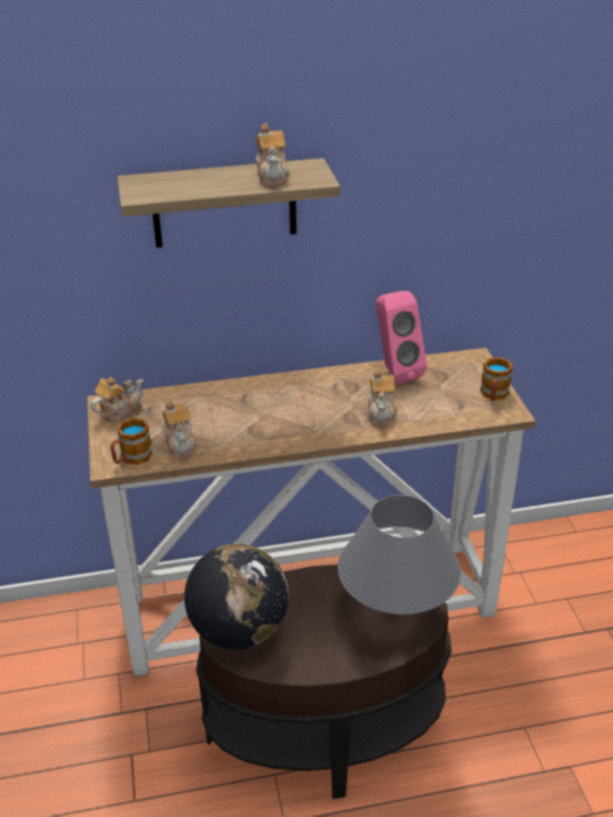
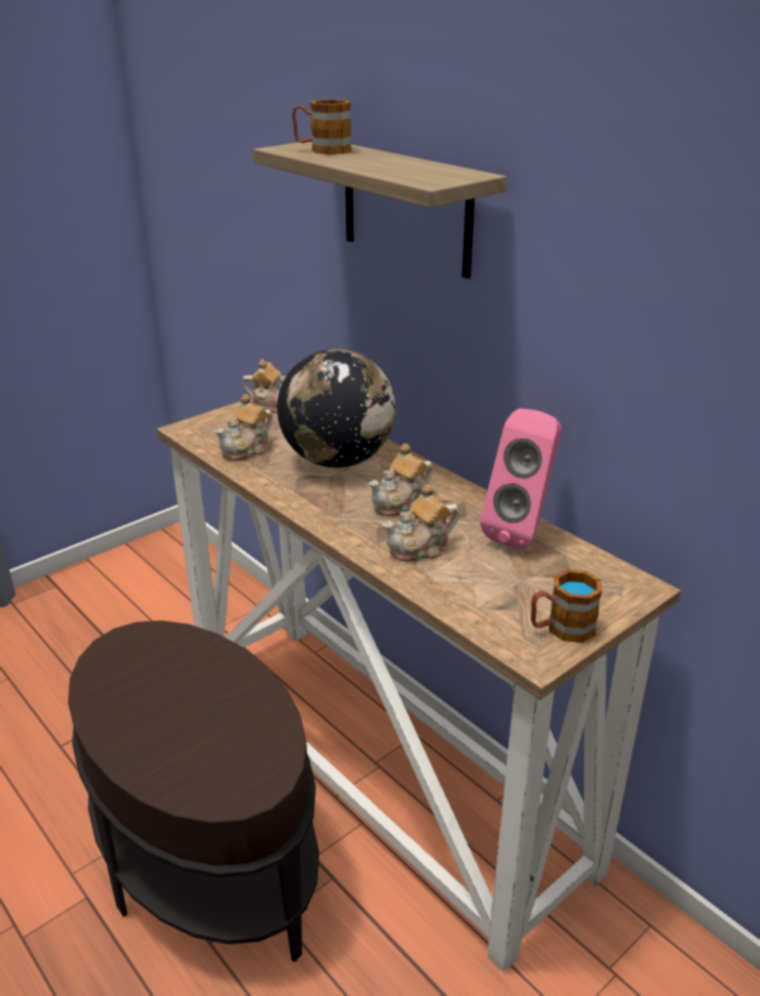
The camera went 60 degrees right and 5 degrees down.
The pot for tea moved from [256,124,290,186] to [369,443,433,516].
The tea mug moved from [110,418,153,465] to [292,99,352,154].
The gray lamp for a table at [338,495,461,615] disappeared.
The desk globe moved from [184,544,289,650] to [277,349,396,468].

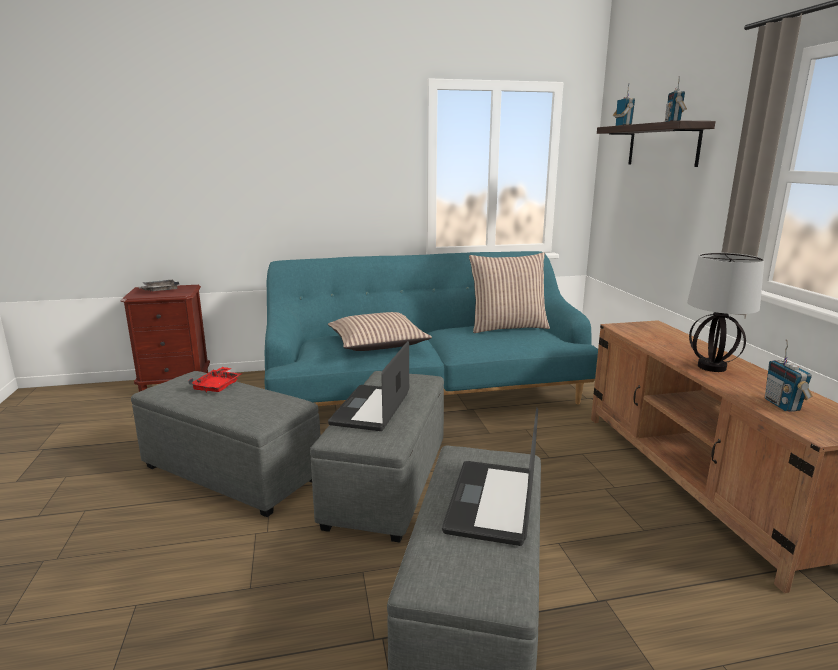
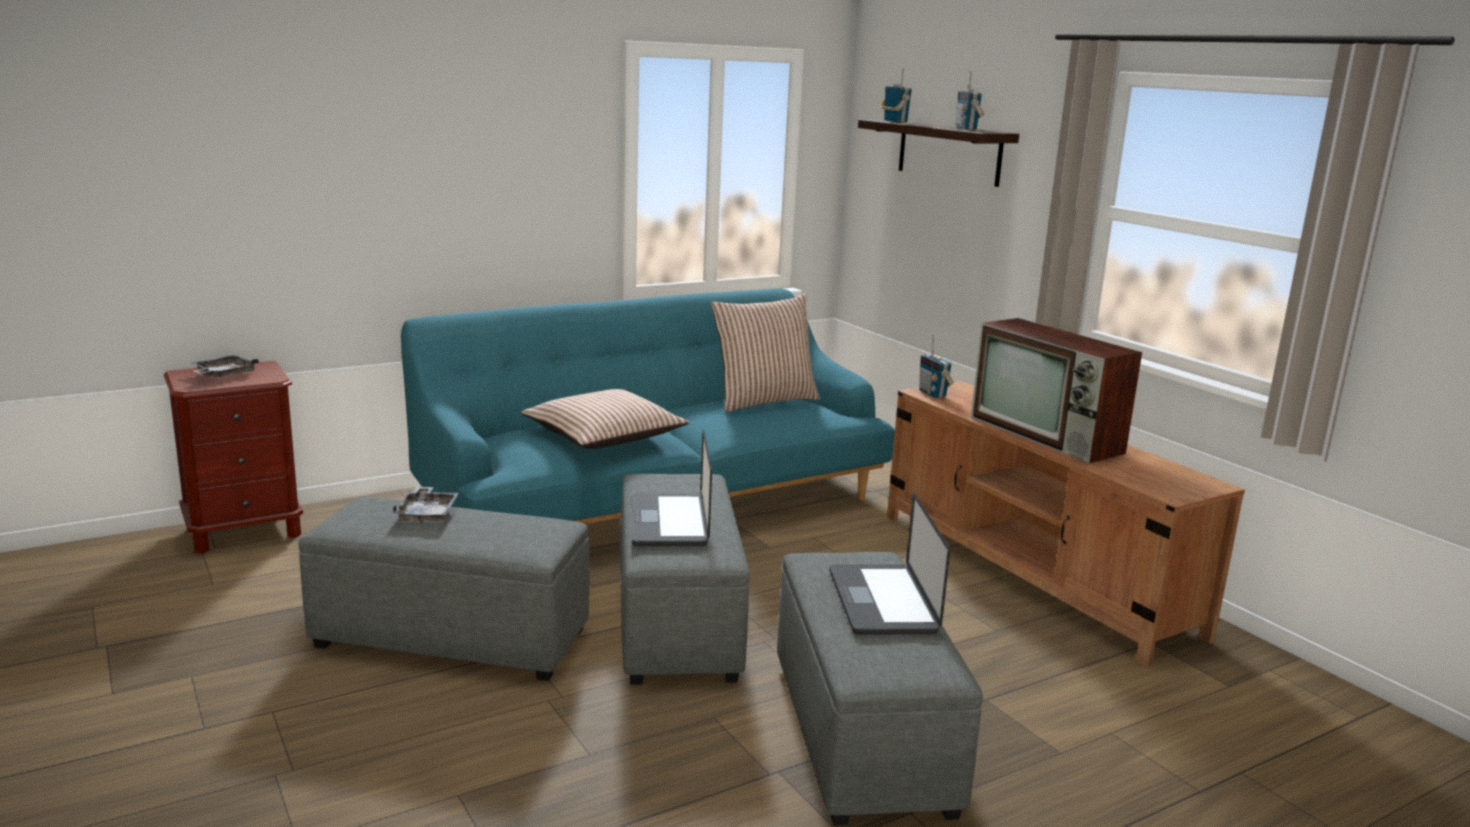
The camera went 20 degrees left and 0 degrees up.
The lamp for a table at [687,252,764,372] was replaced by the television at [971,318,1142,463].
The radio moved from [765,340,812,412] to [919,335,954,398].
The red-coloured serving tray at [188,367,241,393] became the gray serving tray at [392,486,459,524].

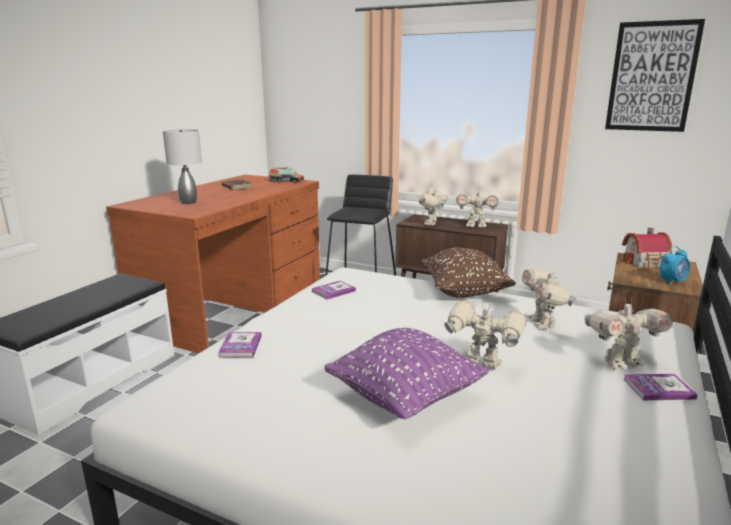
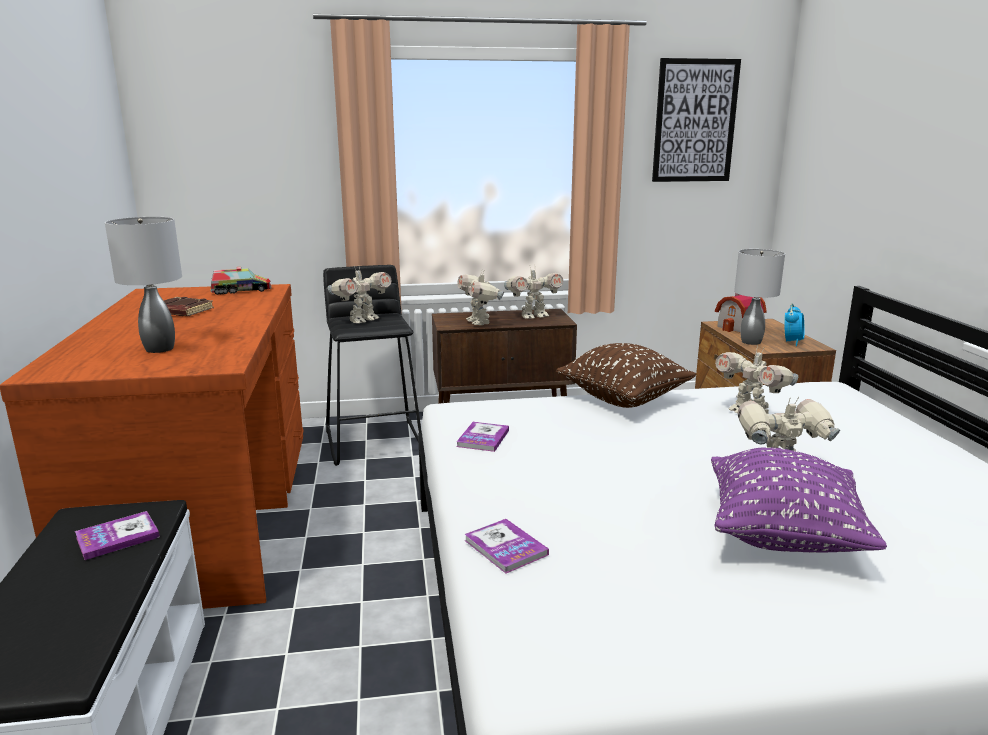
The camera went 35 degrees left and 0 degrees up.
The toy robot moved from [585,297,673,369] to [328,266,392,323].
The volume moved from [624,374,697,400] to [75,511,160,560].
The gray lamp for a table at [734,249,785,345] appeared.

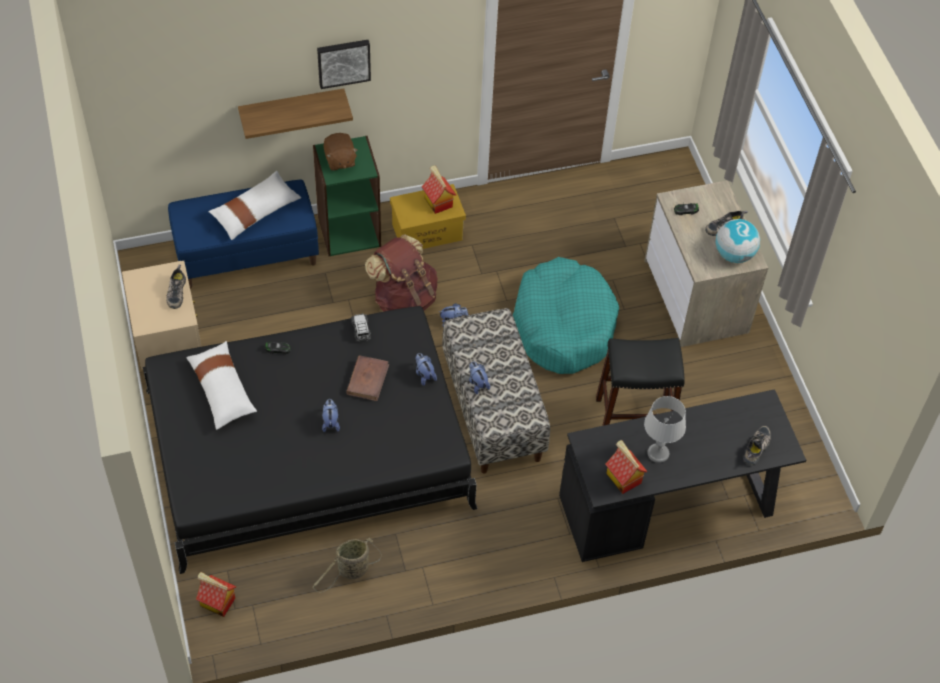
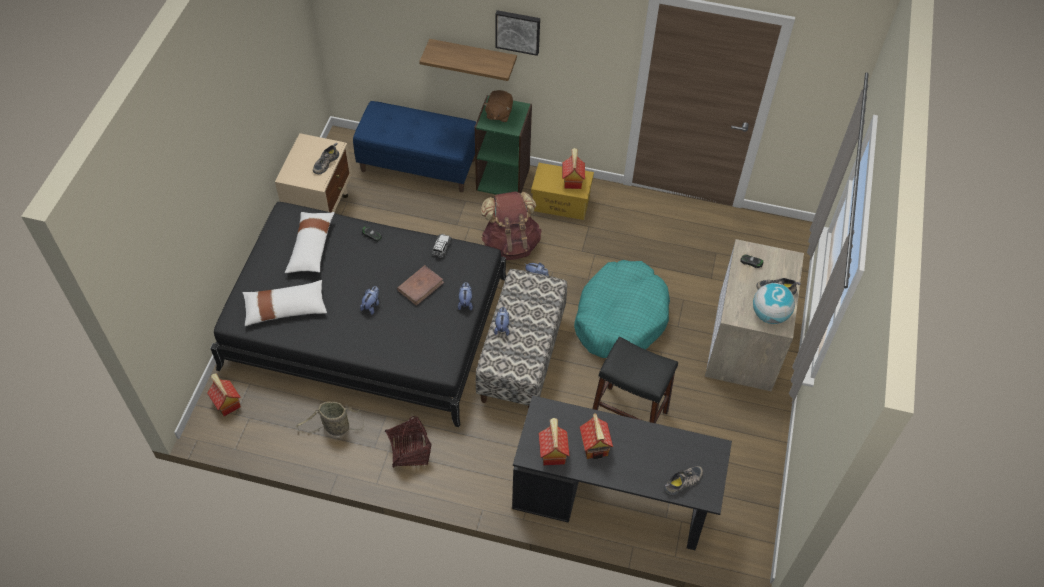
The camera went 30 degrees right and 0 degrees up.
The whitish pillow moved from [208,171,301,240] to [242,280,327,326].
The gray lamp for a table at [644,396,686,463] was replaced by the model house at [580,413,613,459].
The basket at [385,416,431,468] appeared.

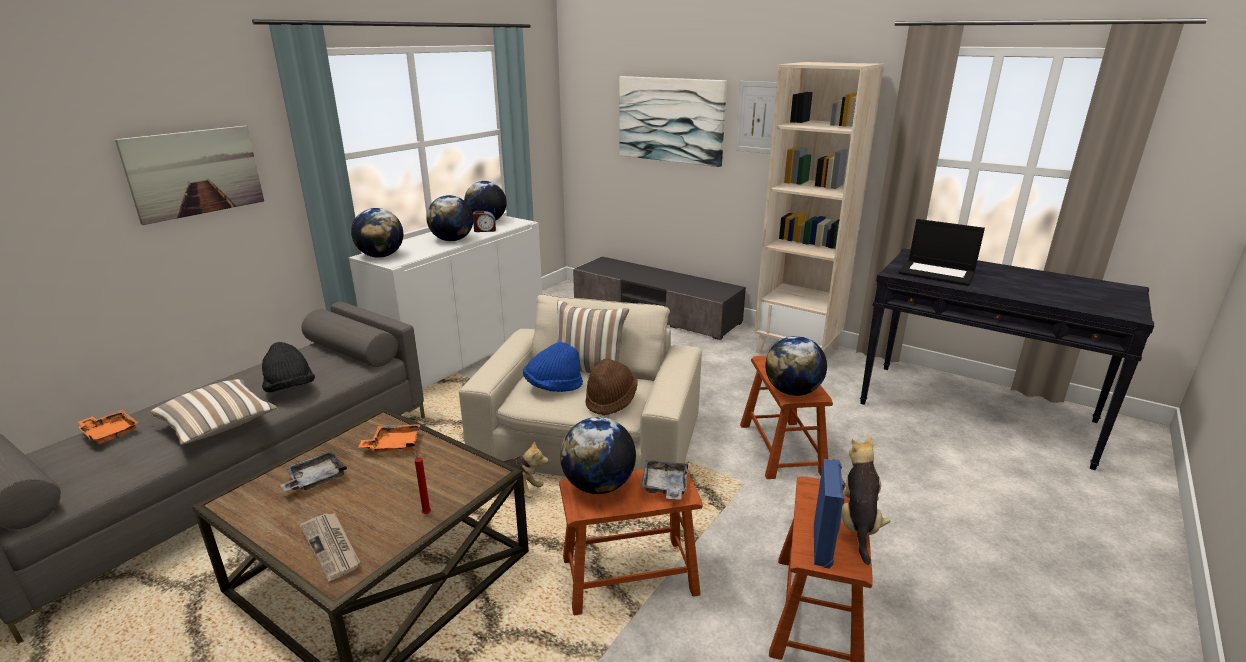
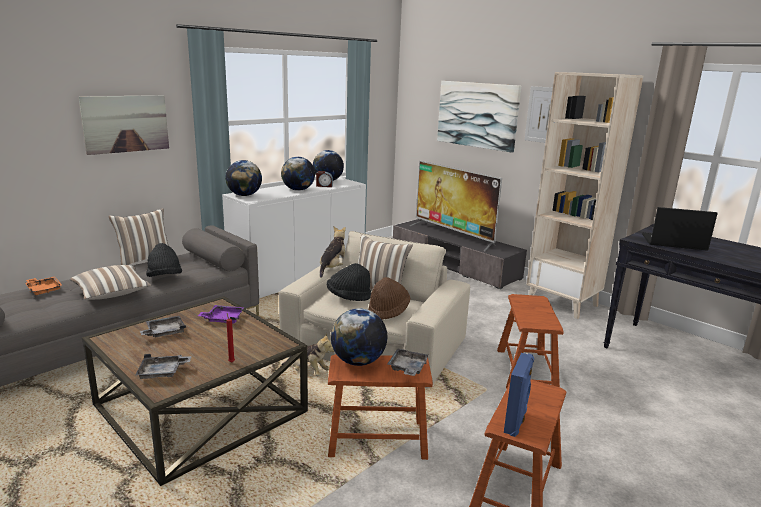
The camera went 10 degrees right and 5 degrees down.
The laptop at [899,219,985,286] turned 150 degrees clockwise.
The desk globe at [765,336,827,396] disappeared.
The blue wearable hat at [523,342,583,392] became the blackish wearable hat at [327,263,371,301].
The orangey serving tray at [358,424,421,453] became the purple-coloured serving tray at [198,305,244,324].
The cuddly toy moved from [842,436,890,565] to [320,227,346,278].
The daily paper at [300,513,360,581] was replaced by the gray serving tray at [135,354,192,379].
The television at [410,160,502,251] appeared.
The pillow at [108,208,169,265] appeared.

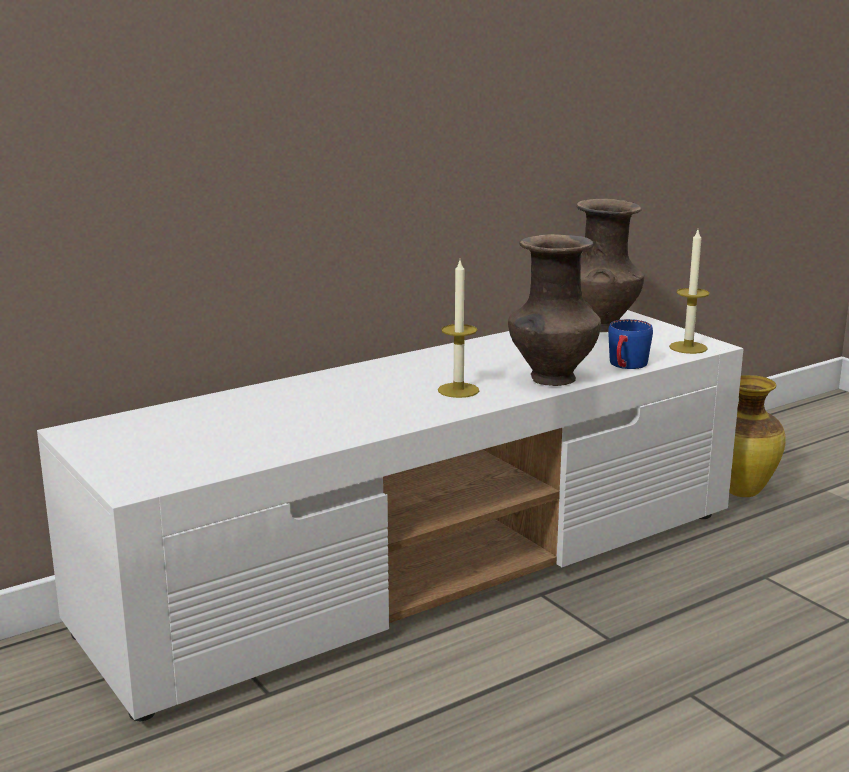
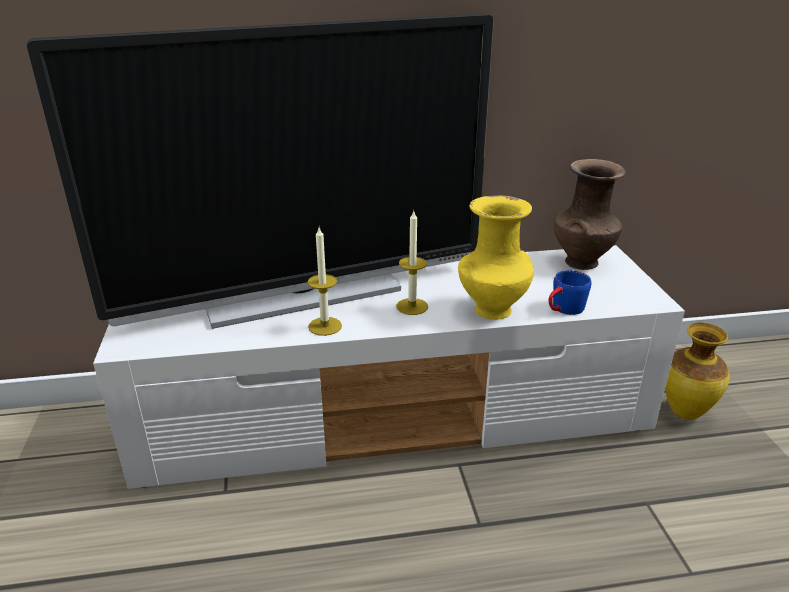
The camera went 25 degrees right and 10 degrees up.
The wax candle moved from [669,230,709,354] to [307,227,342,336].
The brown decorative vase at [508,234,601,386] became the yellow-coloured decorative vase at [458,195,534,320].
The television at [27,13,494,329] appeared.

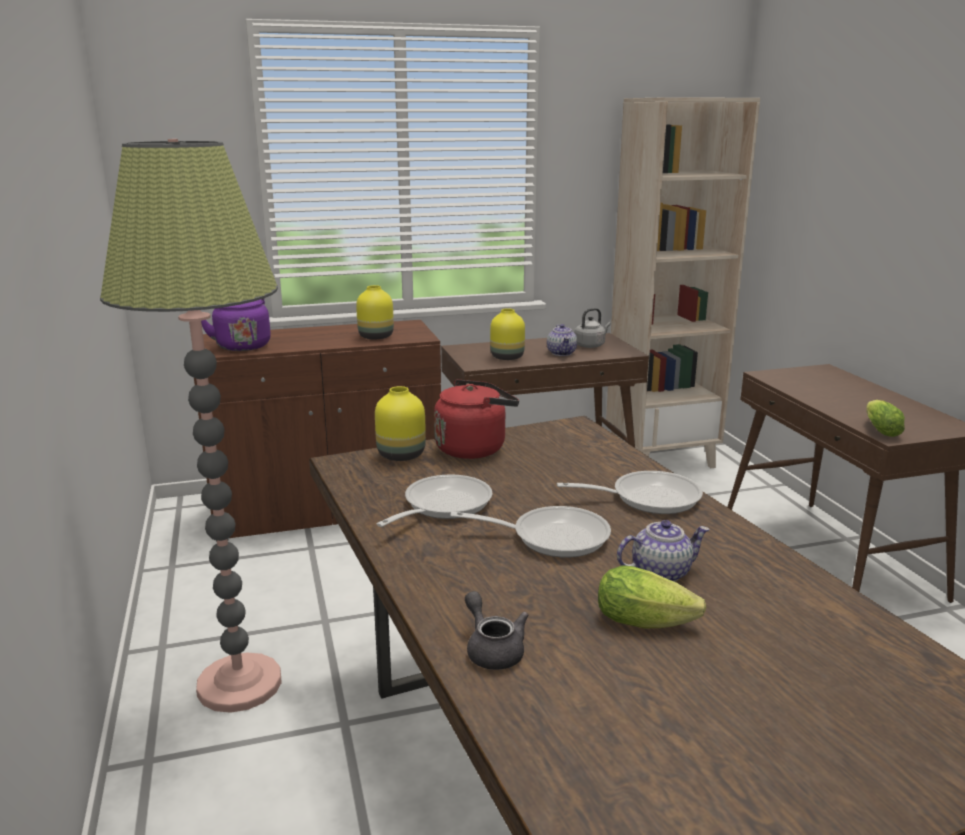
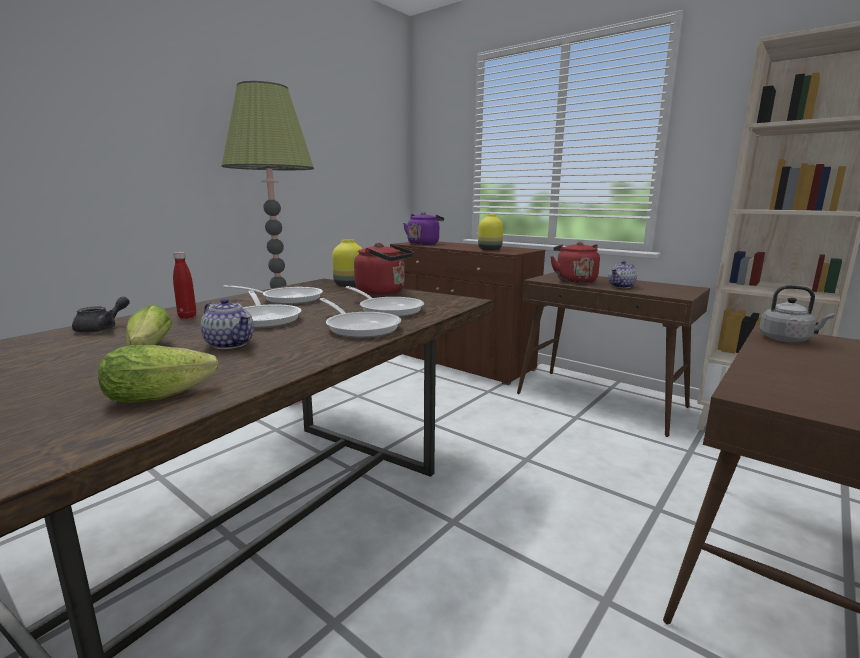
The camera went 55 degrees right and 5 degrees down.
The yellow-coloured decorative vase at [490,308,525,360] was replaced by the red-coloured water kettle at [550,242,600,283].
The gray water kettle moved from [574,308,611,348] to [759,285,835,342].
The lettuce moved from [866,400,905,437] to [98,345,219,403].
The red-coloured drink bottle at [173,252,196,319] appeared.
The frying pan at [345,286,424,317] appeared.

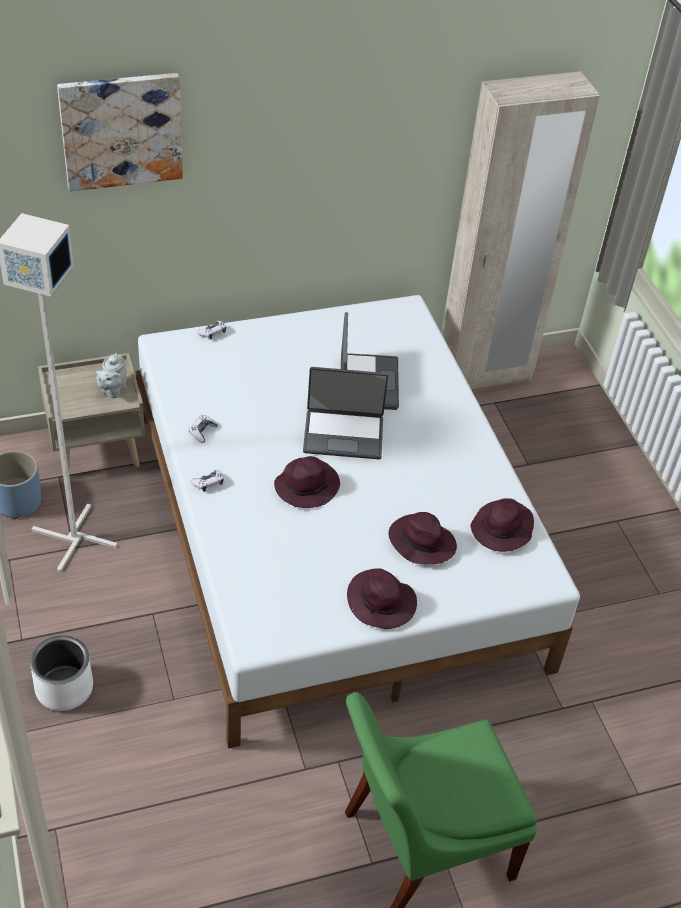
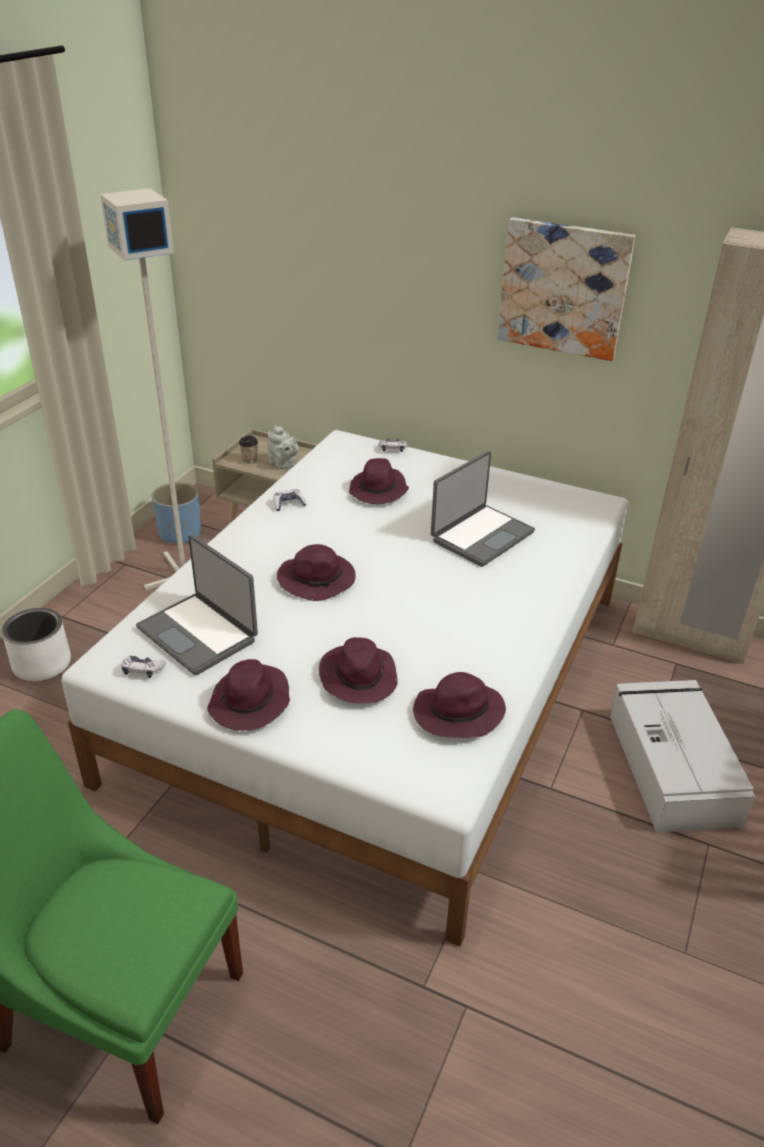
The camera went 45 degrees right and 10 degrees down.
The picture moved from [57,73,183,192] to [497,217,636,361].
The gray pot for tea at [96,353,127,398] turned 105 degrees counterclockwise.
The laptop moved from [303,367,388,459] to [136,534,258,675].
The joypad moved from [190,469,224,492] to [122,656,166,678].
The small cup at [239,436,258,464] appeared.
The purple-coloured wearable hat at [349,458,409,504] appeared.
The gray storage bin at [610,680,755,833] appeared.

